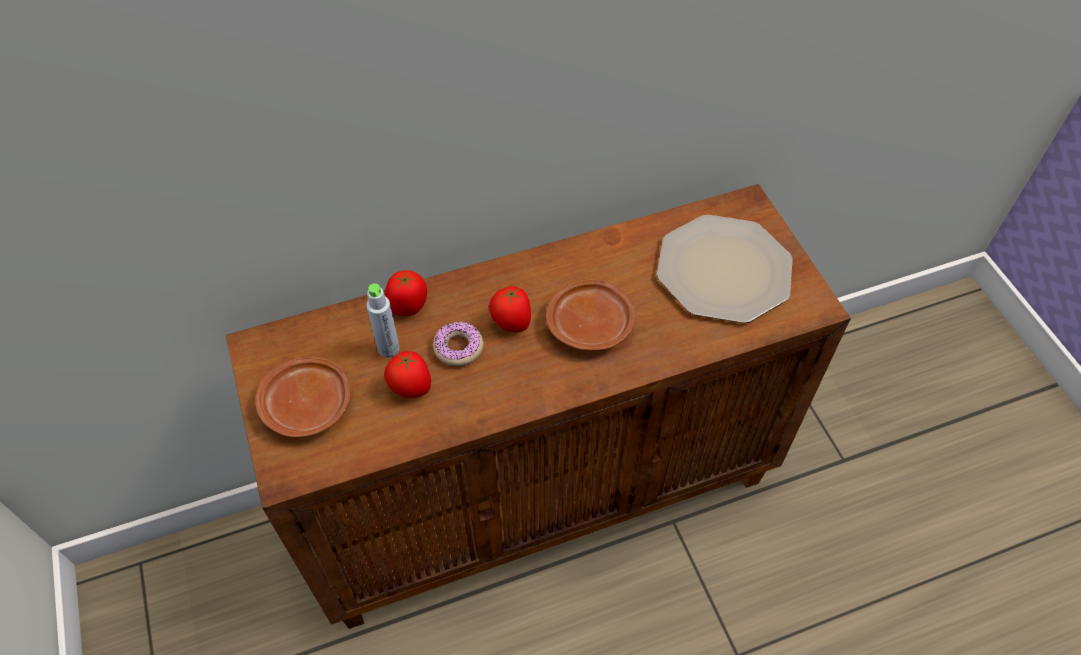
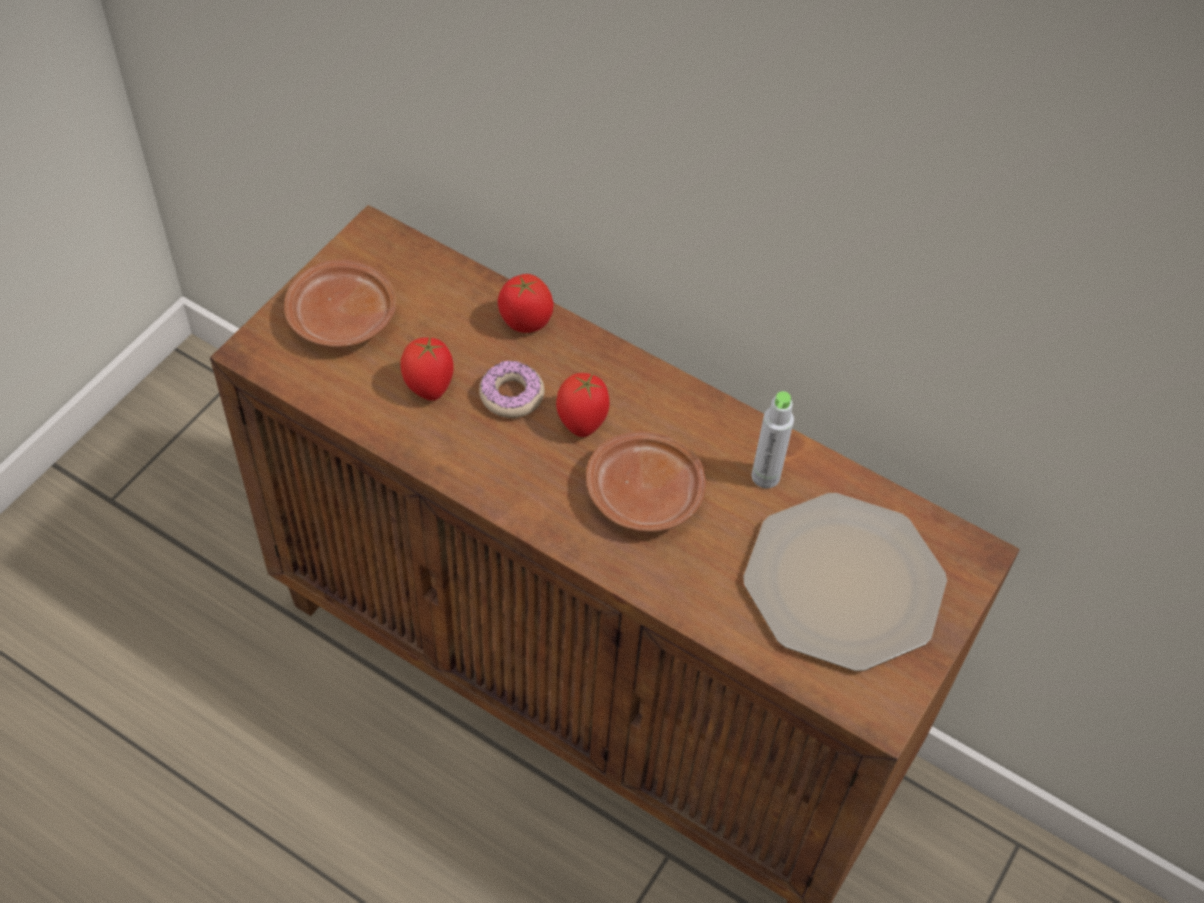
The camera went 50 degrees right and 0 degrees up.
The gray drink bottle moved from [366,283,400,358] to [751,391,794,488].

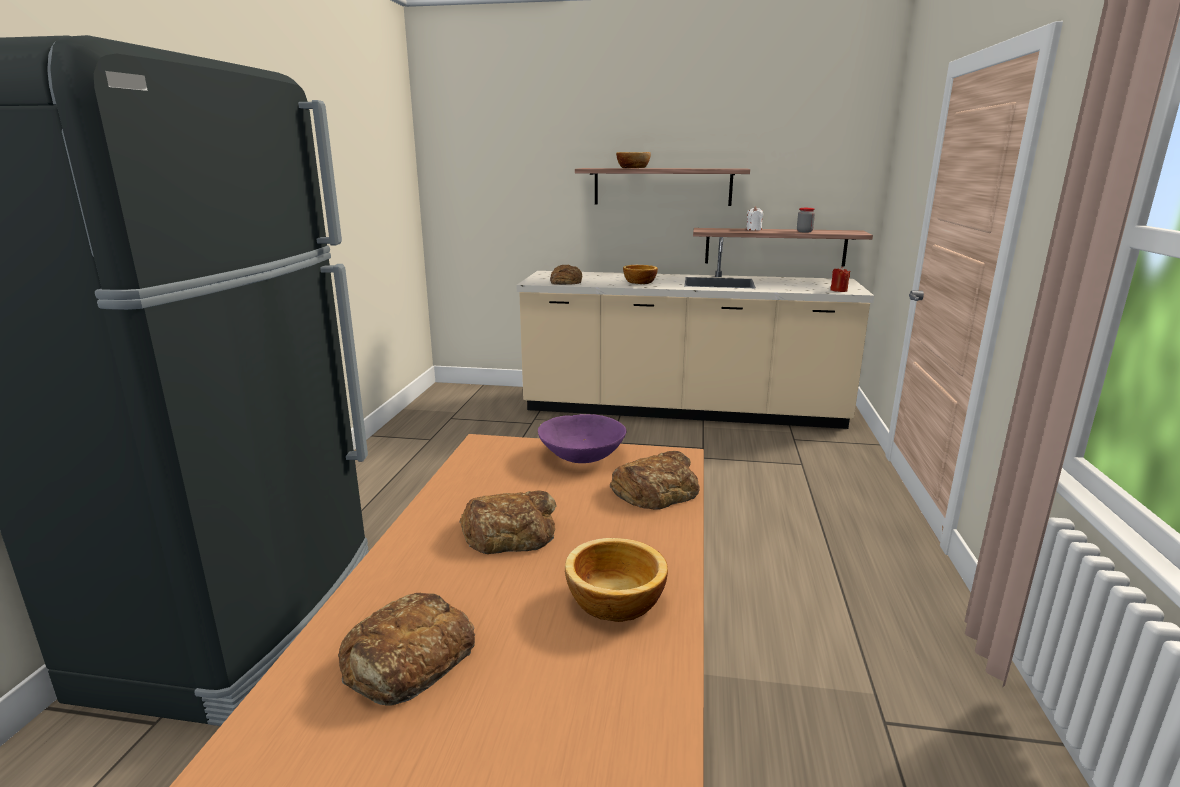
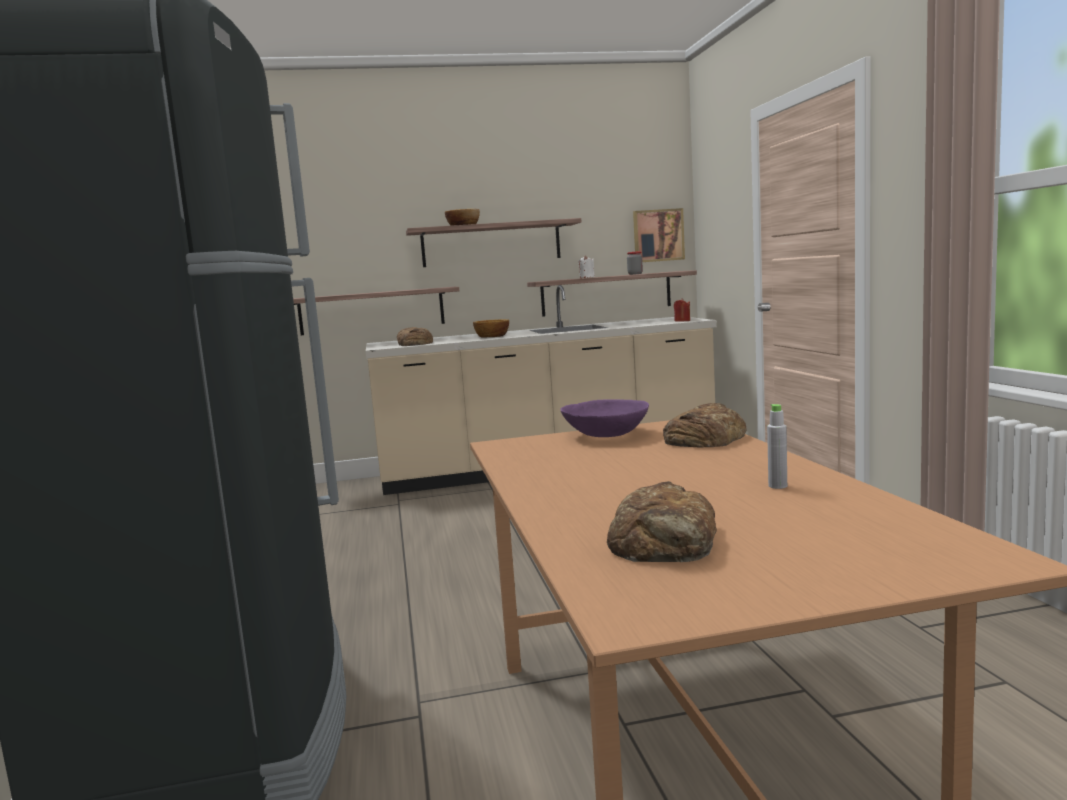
The camera went 20 degrees left and 10 degrees down.
The baked bread at [459,491,557,554] disappeared.
The bowl at [565,538,668,622] was replaced by the gray drink bottle at [767,404,787,489].
The picture at [633,208,685,262] appeared.
The bracket shelf at [293,287,459,335] appeared.

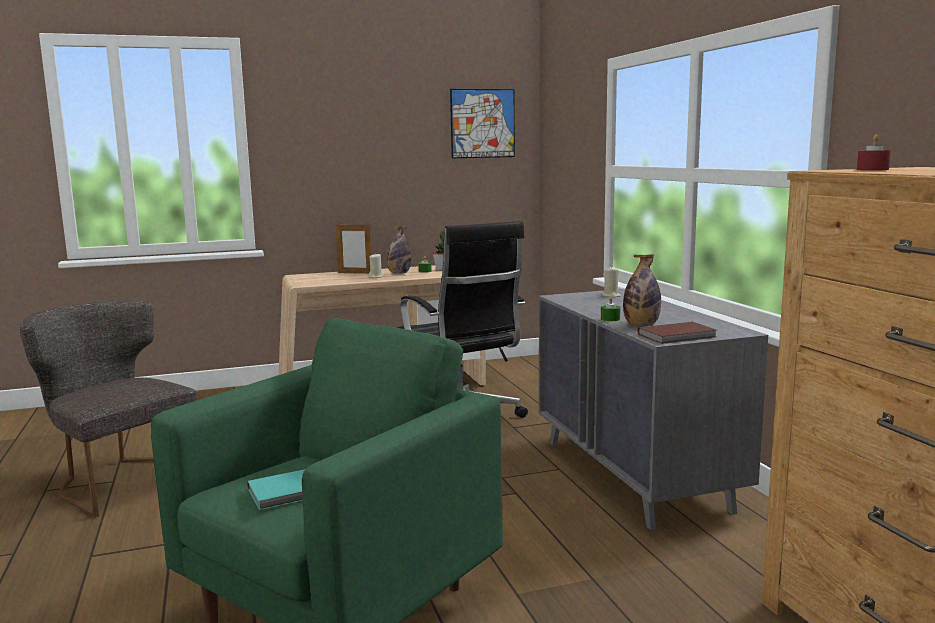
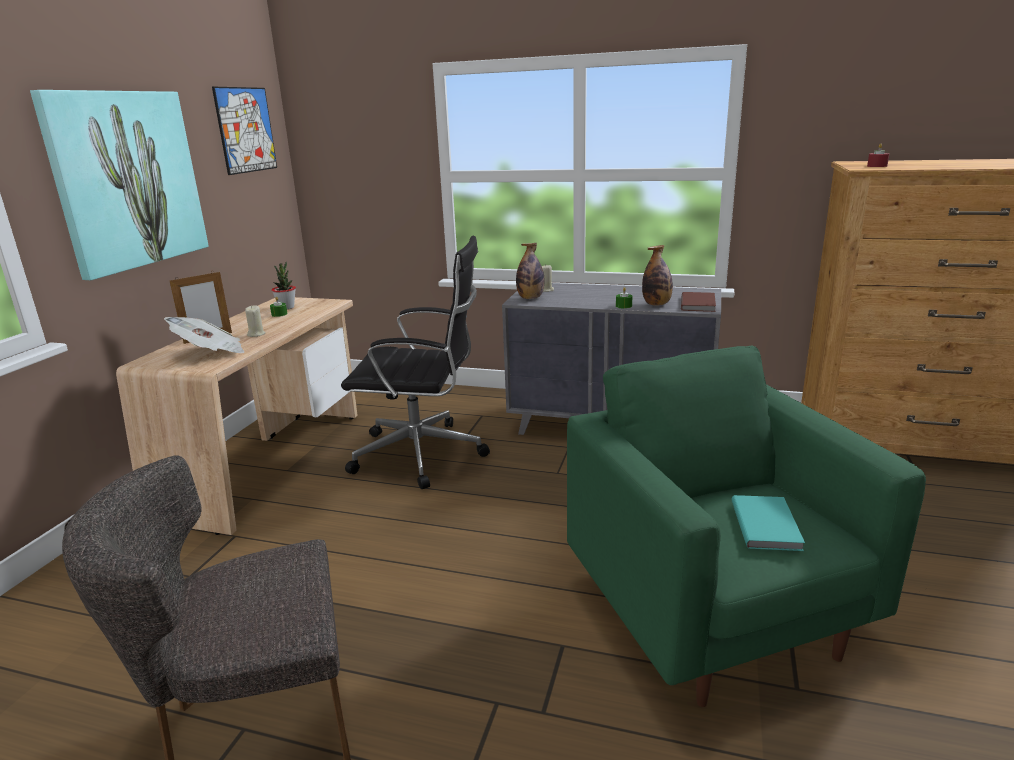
The camera went 55 degrees left and 10 degrees up.
The drink bottle moved from [387,226,411,274] to [516,243,545,299].
The picture at [30,90,209,280] appeared.
The daily paper at [164,317,244,353] appeared.

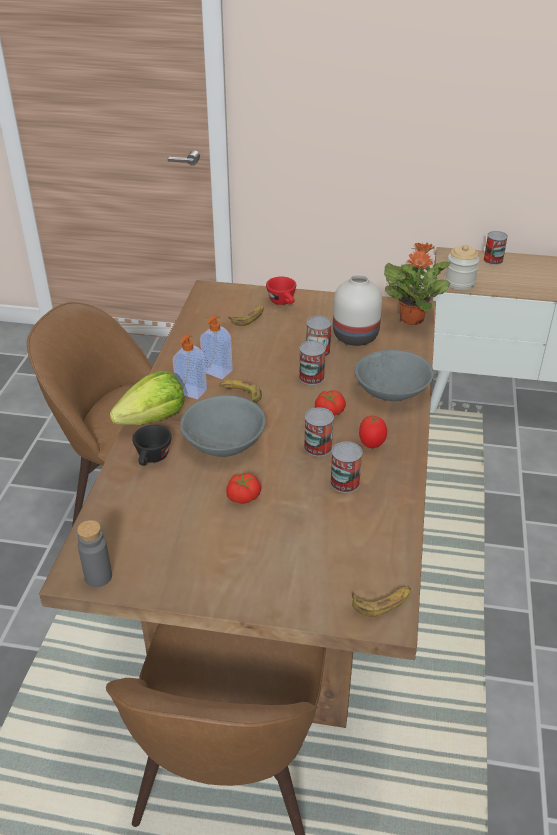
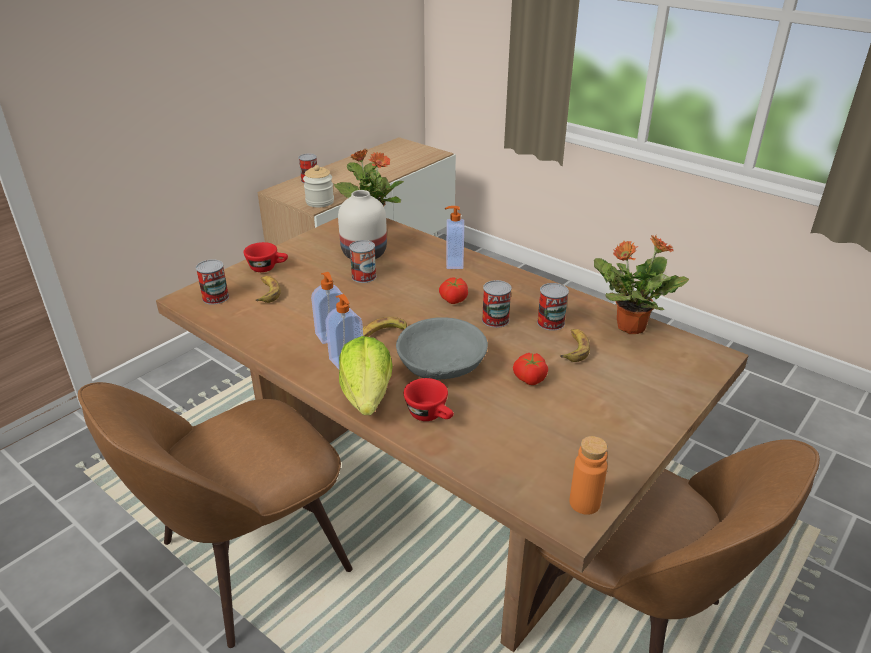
The camera went 60 degrees left and 5 degrees down.
The can moved from [299,341,326,385] to [196,259,229,305].
The gray bowl at [354,350,434,401] was replaced by the soap dispenser at [445,206,464,269].
The whole tomato at [359,415,387,448] disappeared.
The blackish small cup at [132,425,172,466] became the red-coloured small cup at [404,378,454,421].
The gray drink bottle at [77,520,112,587] became the orangey drink bottle at [569,436,608,515].
The whole banana moved from [352,586,411,617] to [560,329,590,362].
The houseplant at [594,235,689,334] appeared.

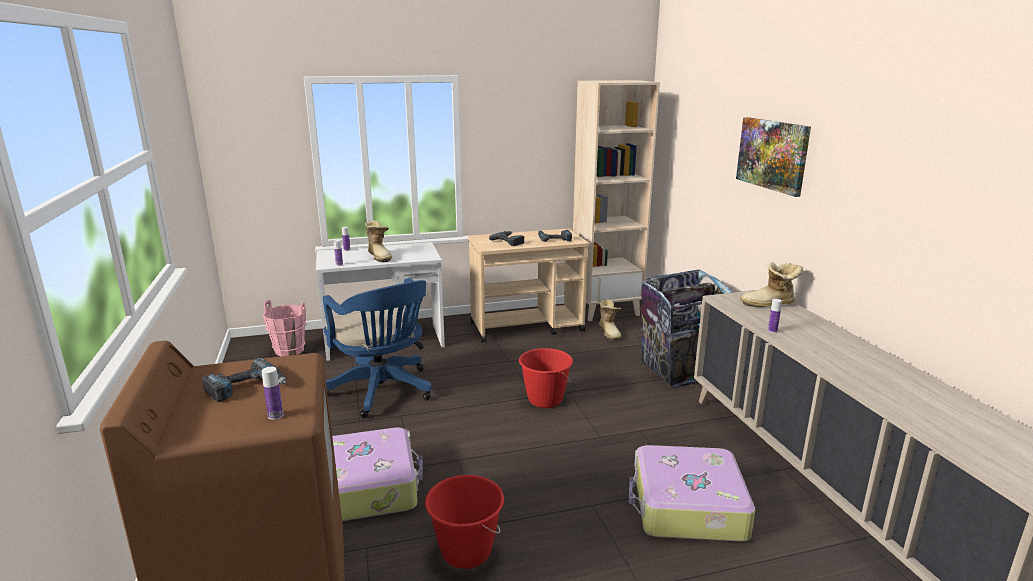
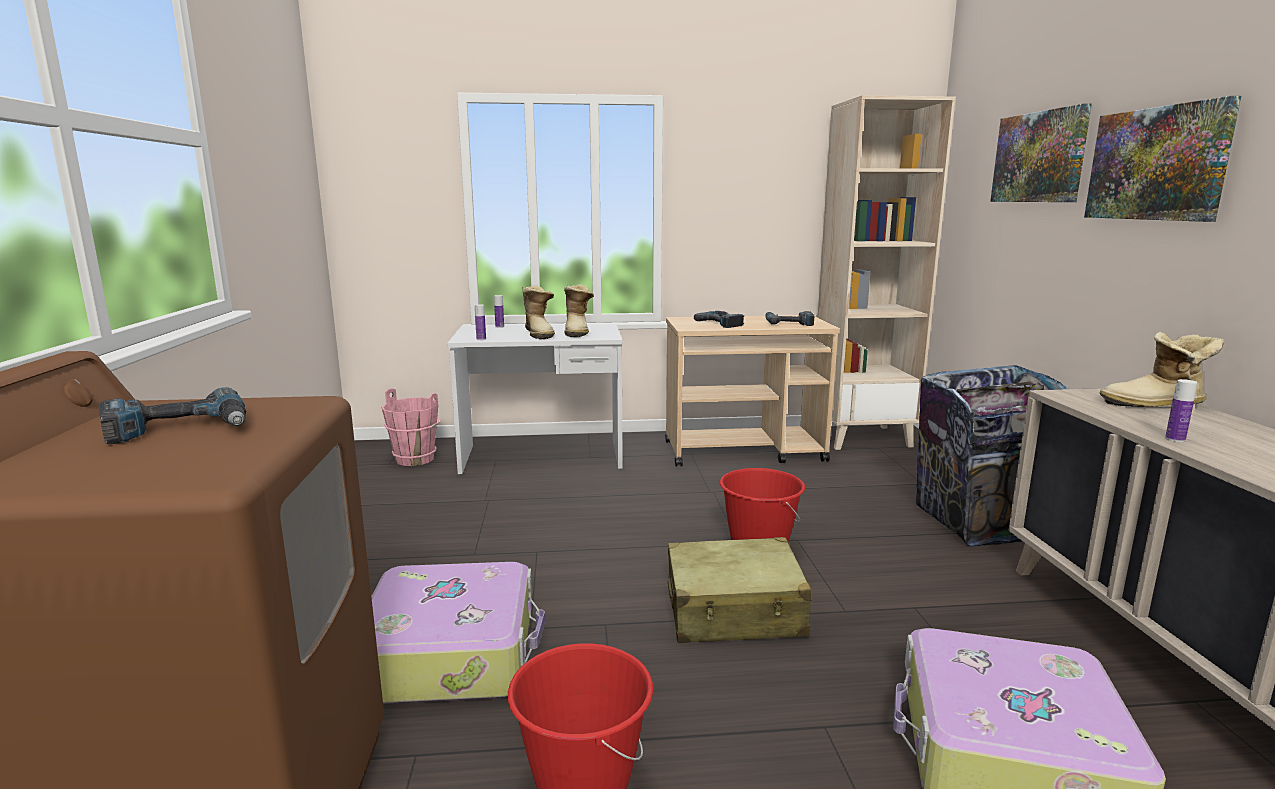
The camera went 10 degrees right and 5 degrees down.
The blue computer chair at [323,278,432,418] disappeared.
The tall boot moved from [599,299,621,341] to [564,284,594,337].
The drink bottle at [262,367,283,420] disappeared.
The picture at [990,103,1092,202] appeared.
The sand-coloured suitcase at [668,537,811,643] appeared.

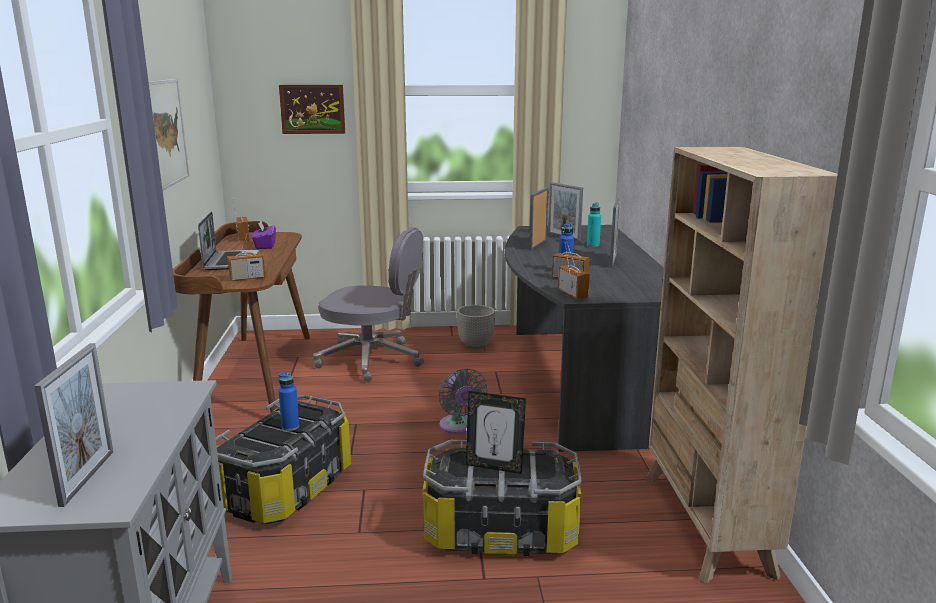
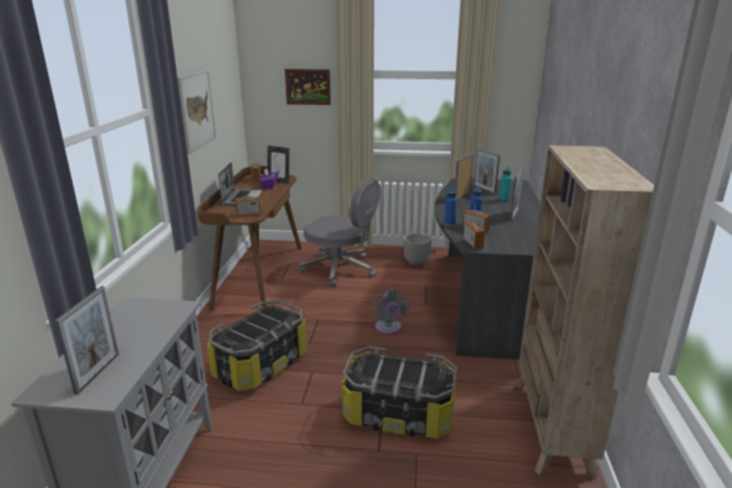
The camera went 10 degrees right and 5 degrees up.
The blue drink bottle moved from [278,373,299,431] to [444,189,457,226].
The photo frame moved from [466,391,526,474] to [268,146,289,184].

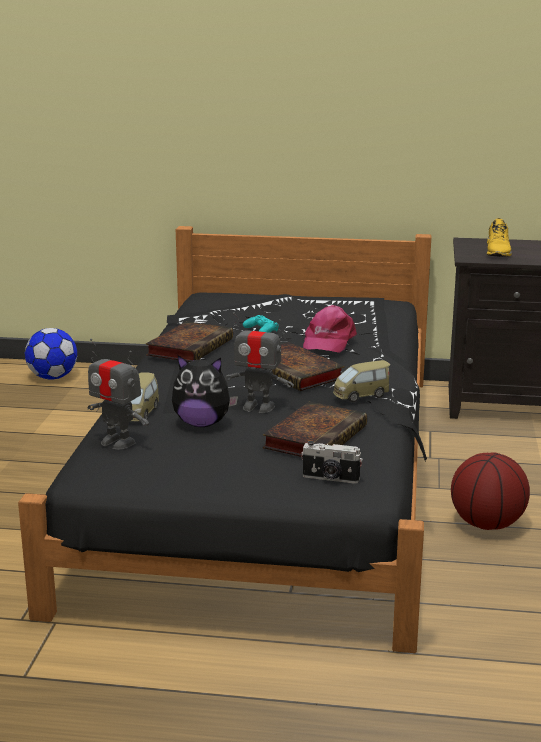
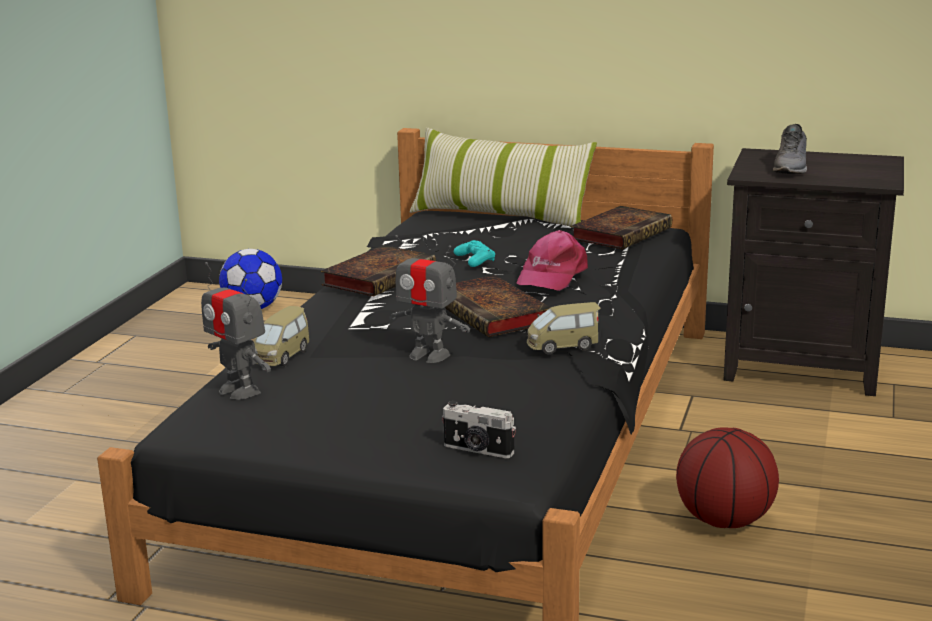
The camera went 10 degrees right and 0 degrees up.
The yellow-coloured low shoe at [486,218,512,257] became the gray low shoe at [773,124,807,174].
The cuddly toy at [172,355,238,427] disappeared.
The volume moved from [263,402,367,457] to [571,206,672,249].
The pillow at [410,127,597,228] appeared.

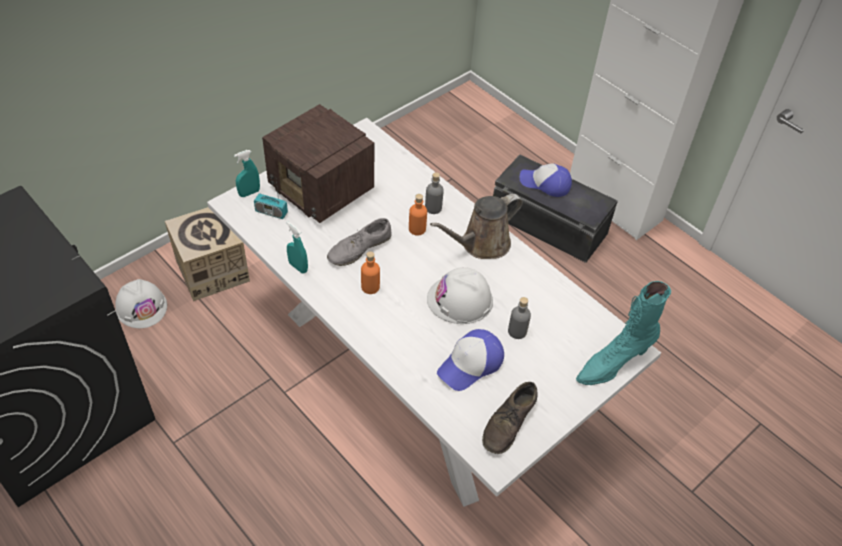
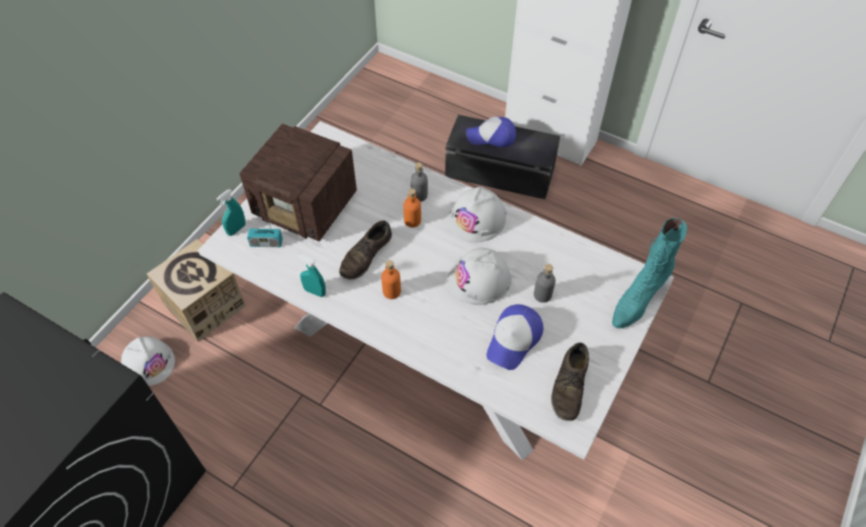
The camera went 15 degrees left and 5 degrees up.
The brown sprinkling can at [430,194,523,259] was replaced by the whitish safety helmet at [448,187,506,243].
The gray low shoe at [327,218,392,266] became the brown low shoe at [339,220,392,280].

